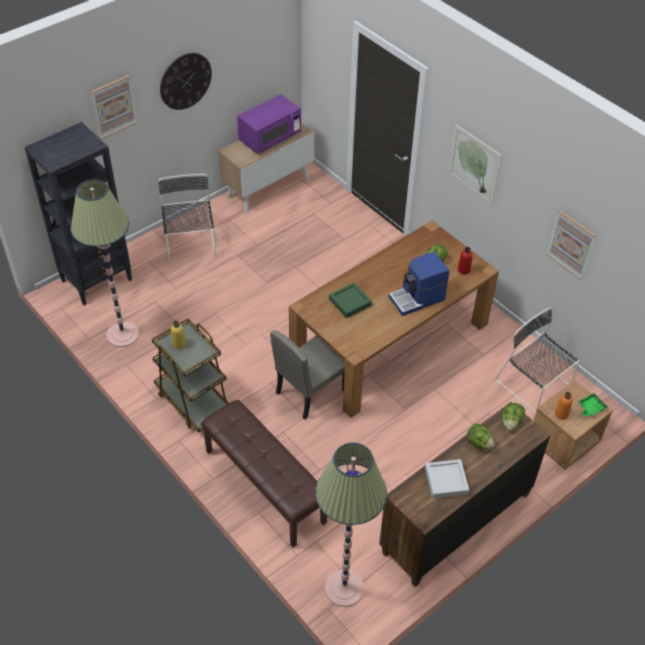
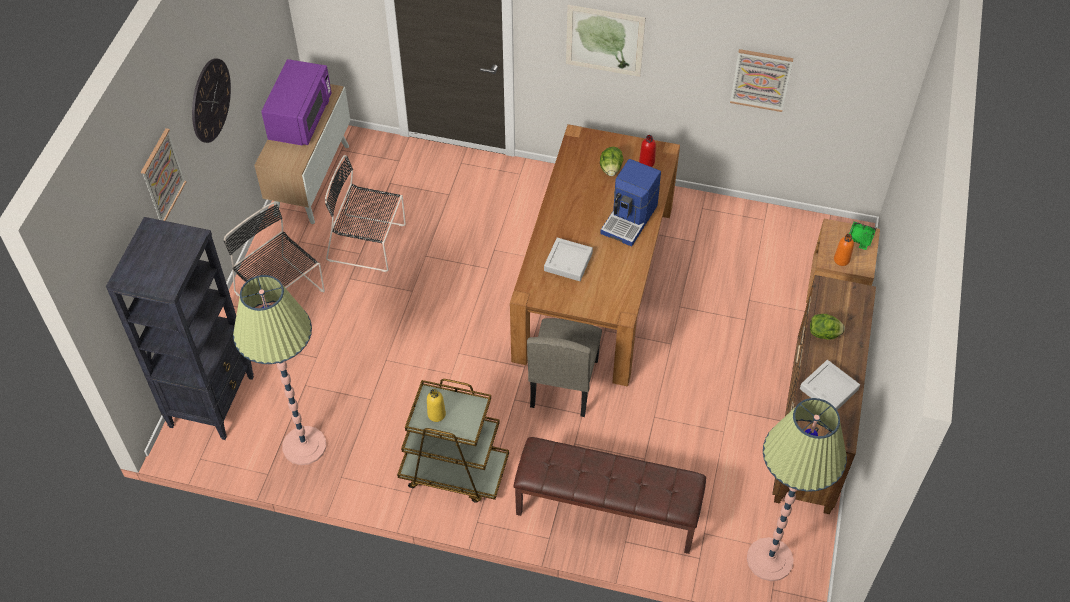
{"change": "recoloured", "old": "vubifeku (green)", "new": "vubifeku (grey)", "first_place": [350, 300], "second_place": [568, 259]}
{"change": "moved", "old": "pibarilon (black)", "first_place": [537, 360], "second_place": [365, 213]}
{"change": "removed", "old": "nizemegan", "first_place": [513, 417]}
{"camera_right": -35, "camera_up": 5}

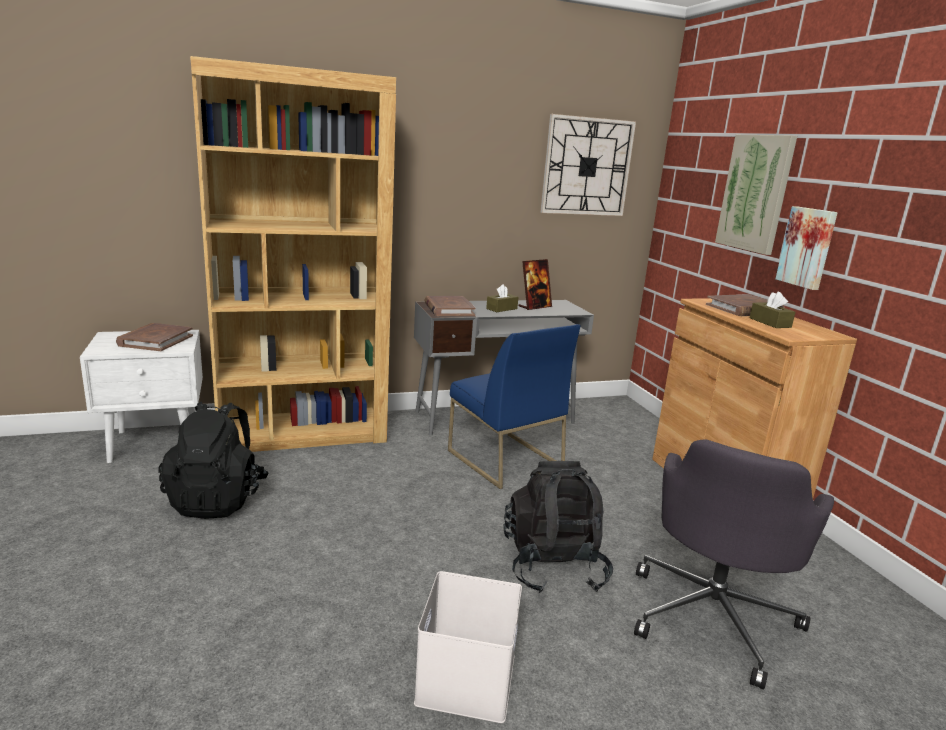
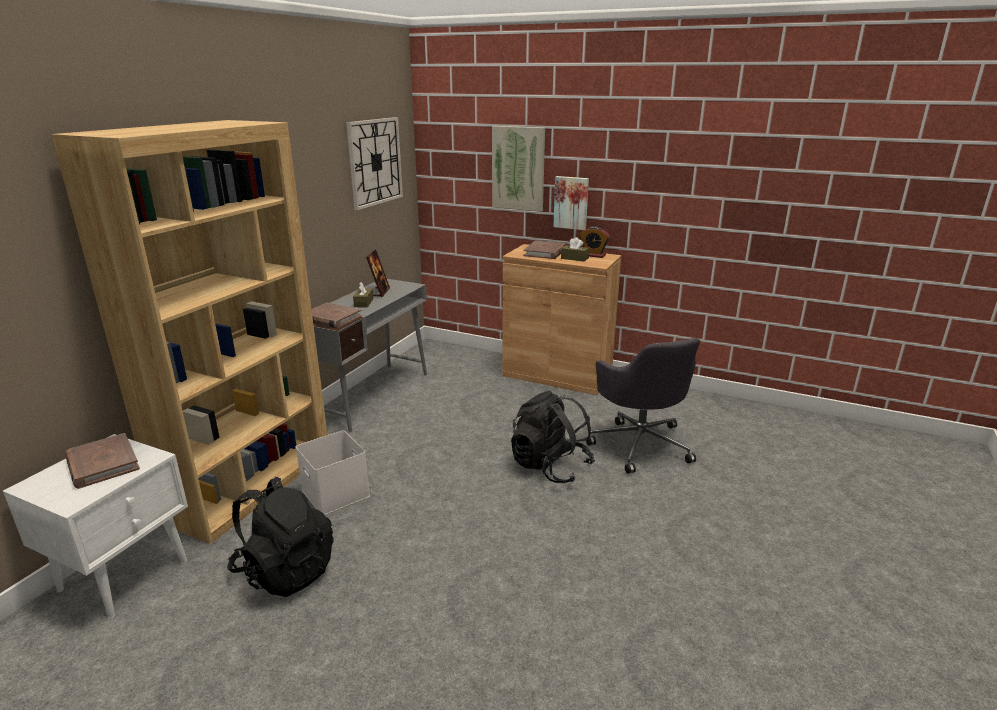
{"change": "removed", "old": "pibarilon (blue)", "first_place": [514, 406]}
{"change": "moved", "old": "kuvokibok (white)", "first_place": [468, 647], "second_place": [333, 472]}
{"change": "added", "new": "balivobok", "second_place": [595, 242]}
{"camera_right": -45, "camera_up": 5}

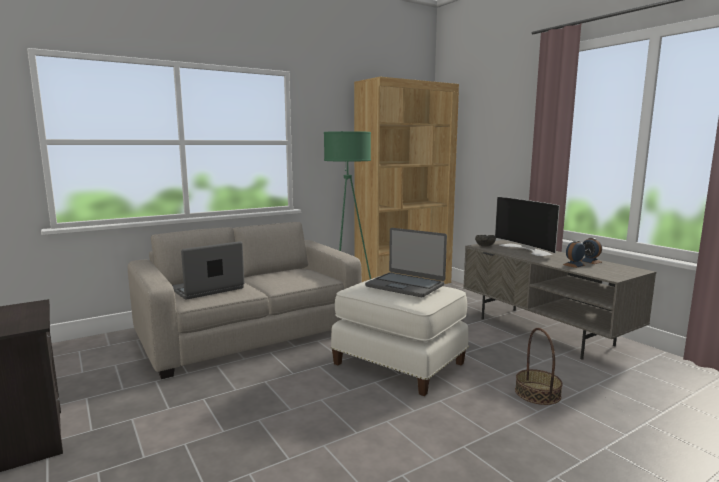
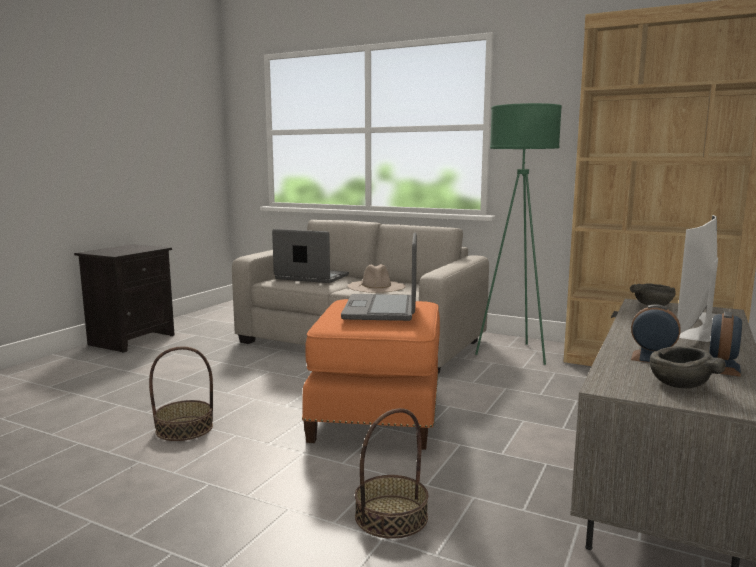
{"change": "recoloured", "old": "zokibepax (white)", "new": "zokibepax (orange)", "first_place": [400, 336], "second_place": [371, 374]}
{"change": "added", "new": "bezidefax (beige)", "second_place": [376, 278]}
{"change": "added", "new": "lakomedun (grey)", "second_place": [688, 367]}
{"change": "added", "new": "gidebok", "second_place": [181, 394]}
{"camera_right": 60, "camera_up": 0}

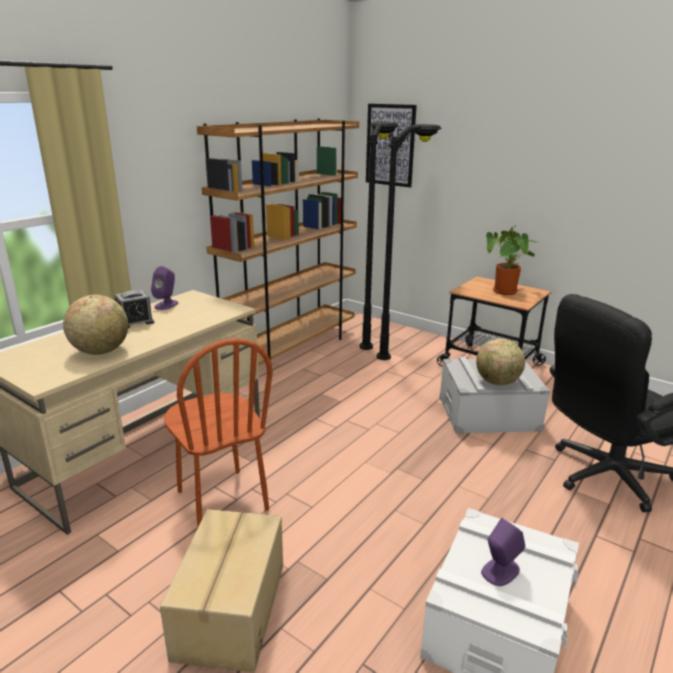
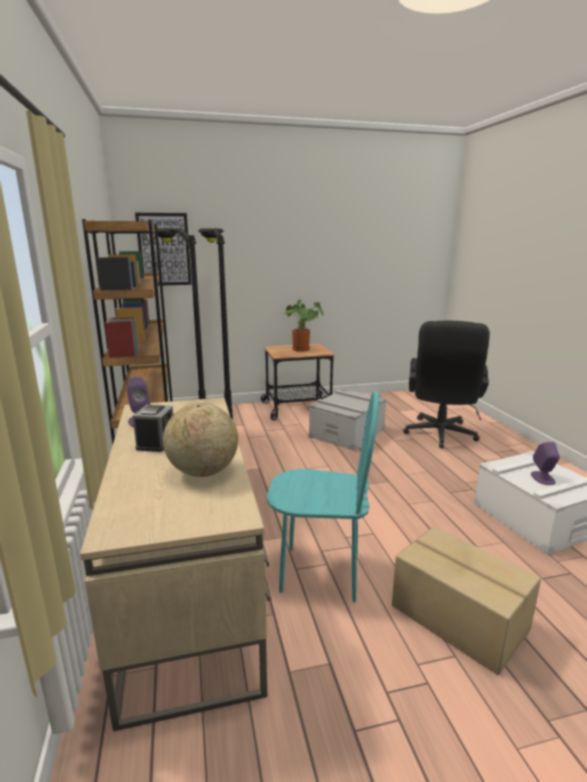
{"change": "recoloured", "old": "pibarilon (brown)", "new": "pibarilon (turquoise)", "first_place": [218, 432], "second_place": [323, 496]}
{"change": "removed", "old": "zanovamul", "first_place": [500, 362]}
{"camera_right": -50, "camera_up": -5}

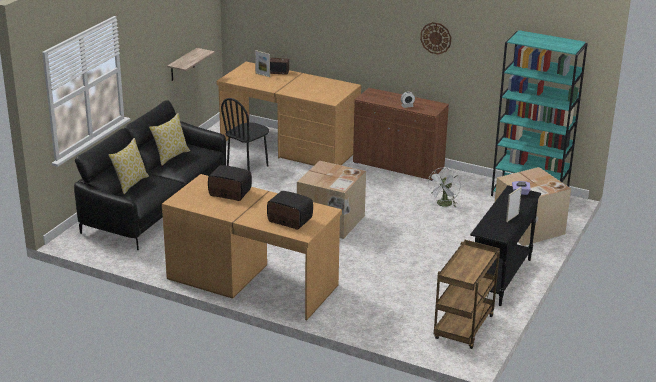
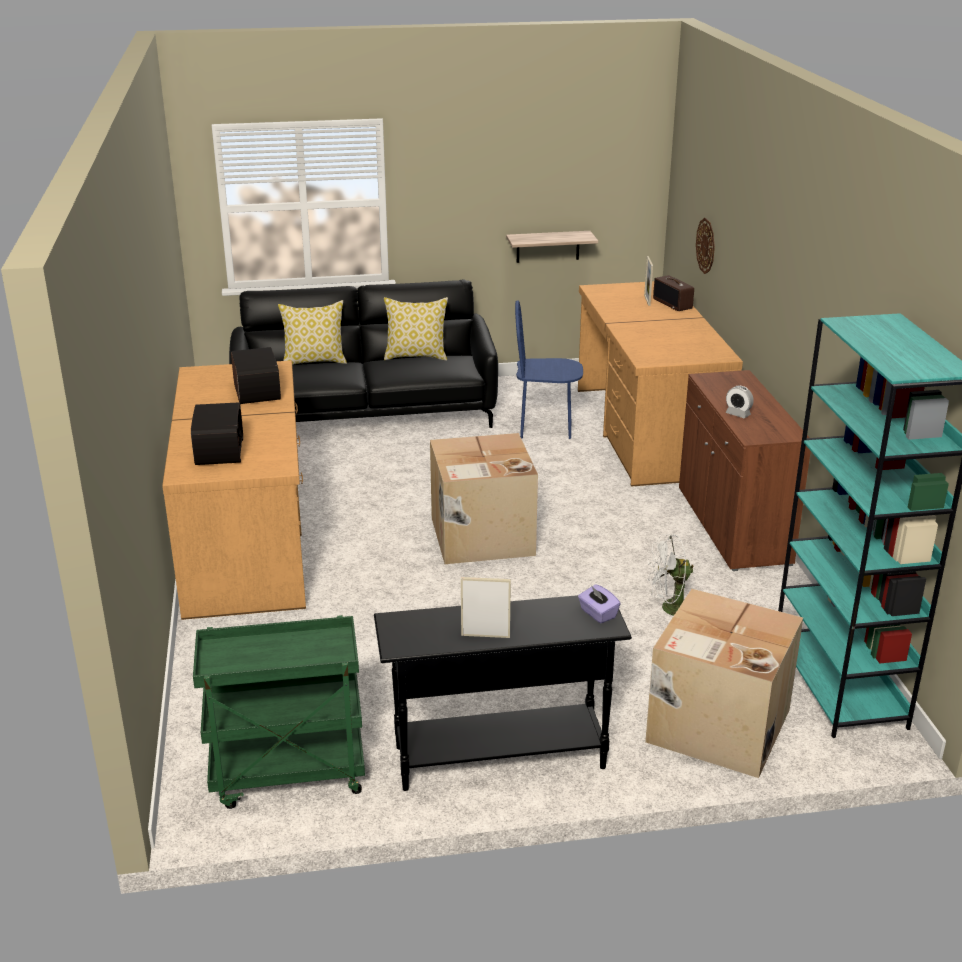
{"change": "moved", "old": "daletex", "first_place": [435, 38], "second_place": [705, 246]}
{"change": "recoloured", "old": "pibarilon (black)", "new": "pibarilon (blue)", "first_place": [245, 134], "second_place": [549, 369]}
{"change": "recoloured", "old": "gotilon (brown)", "new": "gotilon (green)", "first_place": [467, 294], "second_place": [279, 712]}
{"camera_right": 55, "camera_up": 0}

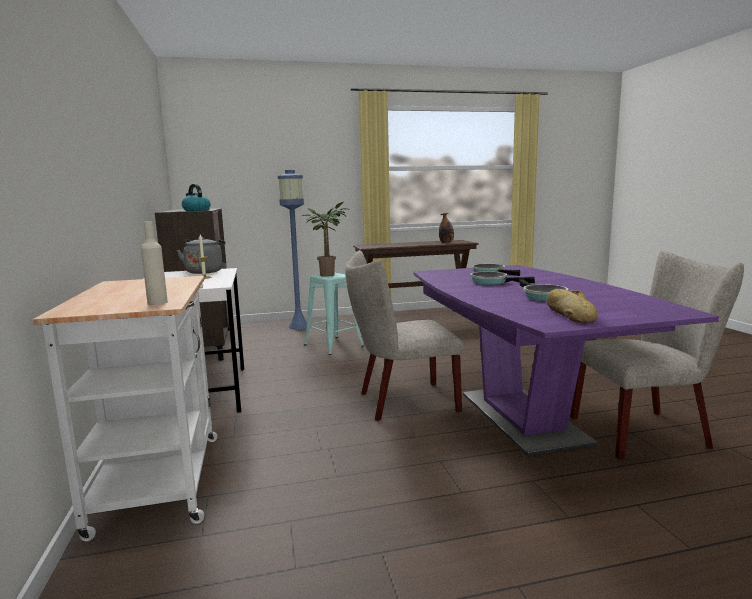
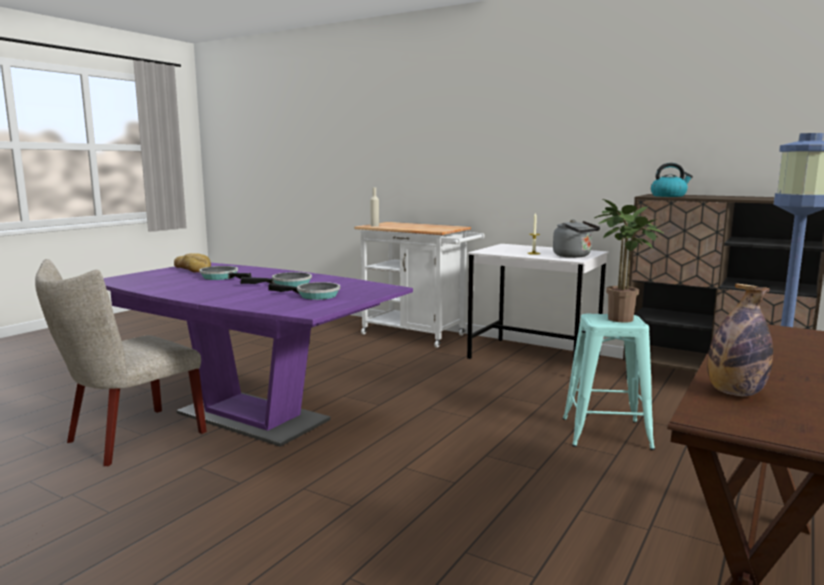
{"change": "removed", "old": "pibarilon (beige)", "first_place": [404, 335]}
{"camera_right": 135, "camera_up": 0}

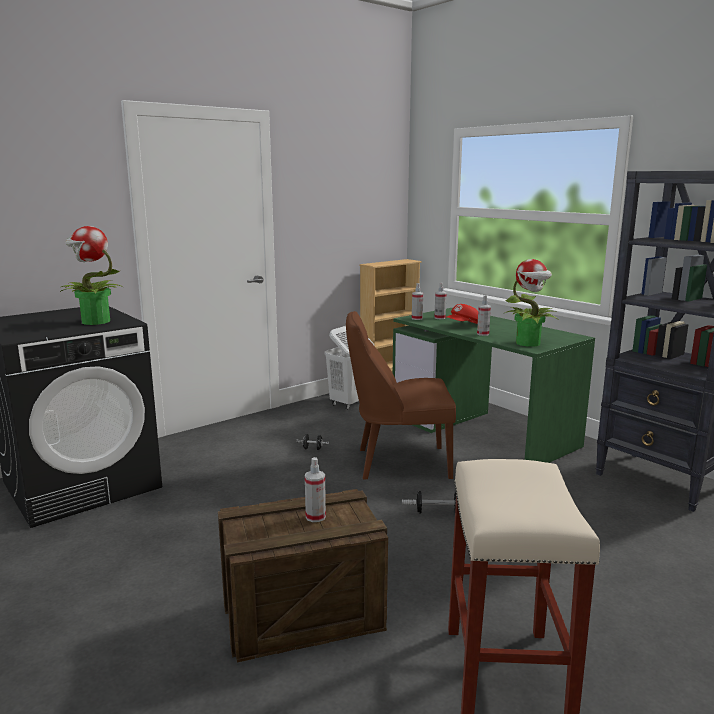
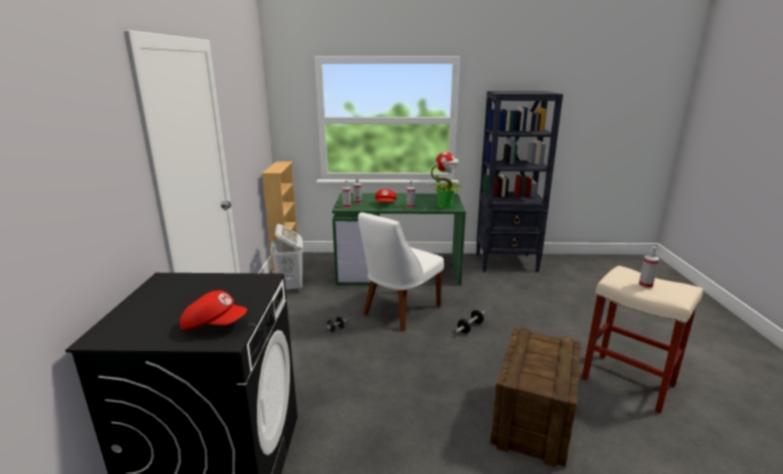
{"change": "removed", "old": "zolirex", "first_place": [91, 275]}
{"change": "recoloured", "old": "pibarilon (brown)", "new": "pibarilon (white)", "first_place": [401, 395], "second_place": [401, 271]}
{"change": "moved", "old": "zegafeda", "first_place": [315, 489], "second_place": [649, 267]}
{"change": "added", "new": "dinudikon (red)", "second_place": [213, 310]}
{"camera_right": -50, "camera_up": 5}

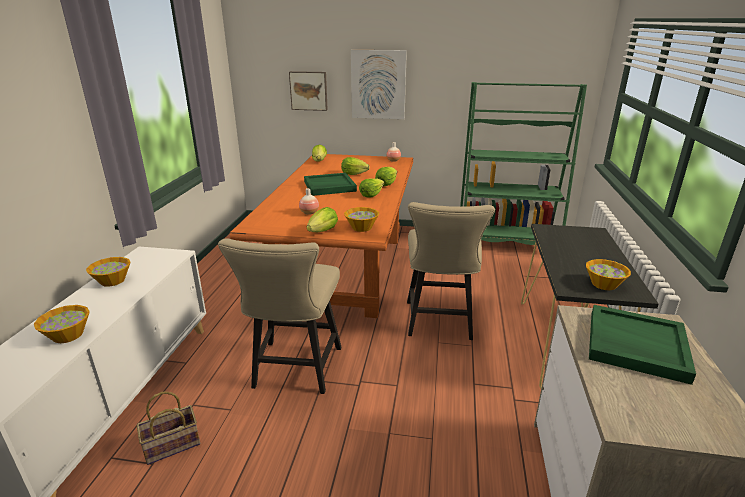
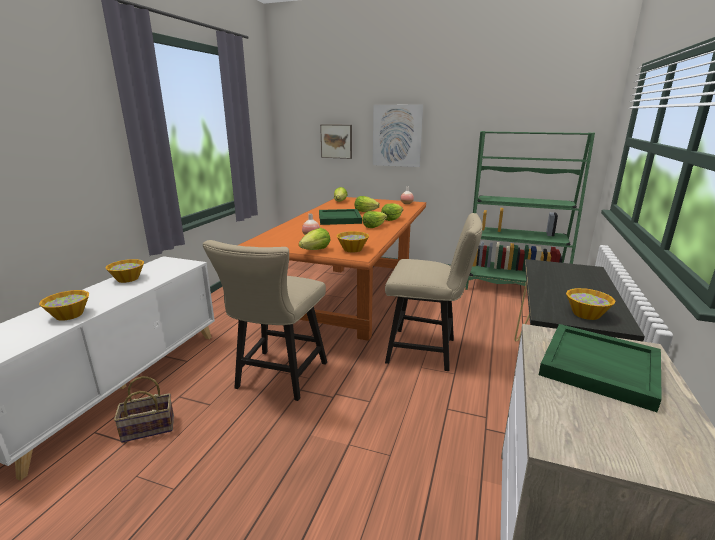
{"change": "turned", "old": "pibarilon (beige)", "first_place": [451, 271], "second_place": [433, 292], "degrees": -90}
{"camera_right": 10, "camera_up": -5}

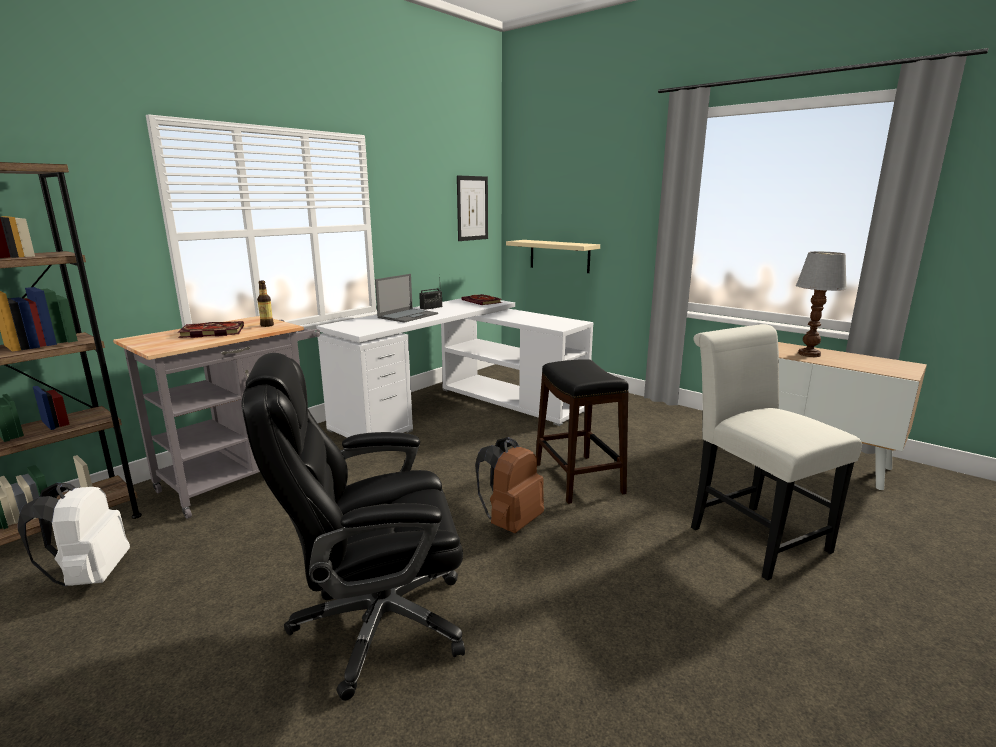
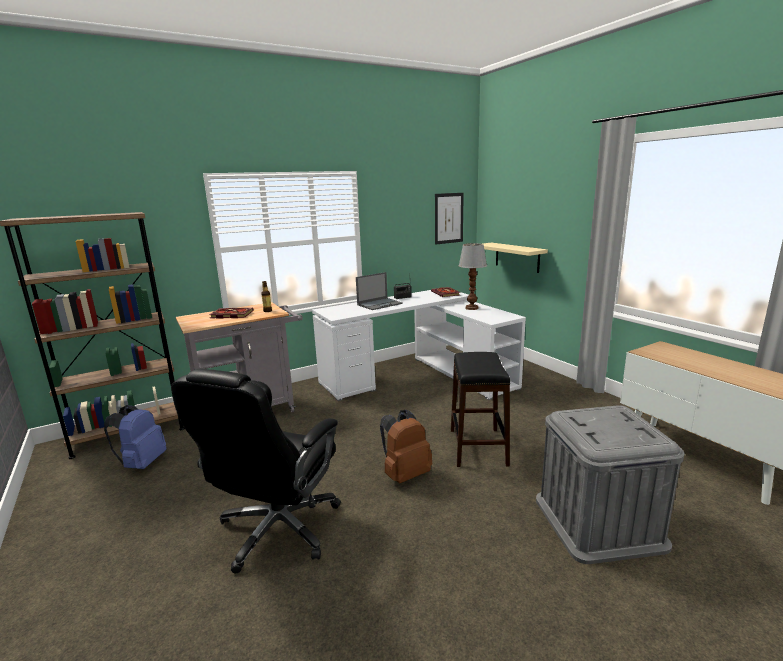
{"change": "moved", "old": "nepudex", "first_place": [821, 304], "second_place": [473, 276]}
{"change": "replaced", "old": "pibarilon (white)", "new": "kuvokibok (grey)", "first_place": [776, 452], "second_place": [610, 485]}
{"change": "turned", "old": "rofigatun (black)", "first_place": [353, 527], "second_place": [256, 471], "degrees": -75}
{"change": "recoloured", "old": "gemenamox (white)", "new": "gemenamox (blue)", "first_place": [74, 534], "second_place": [135, 437]}
{"camera_right": 20, "camera_up": 0}

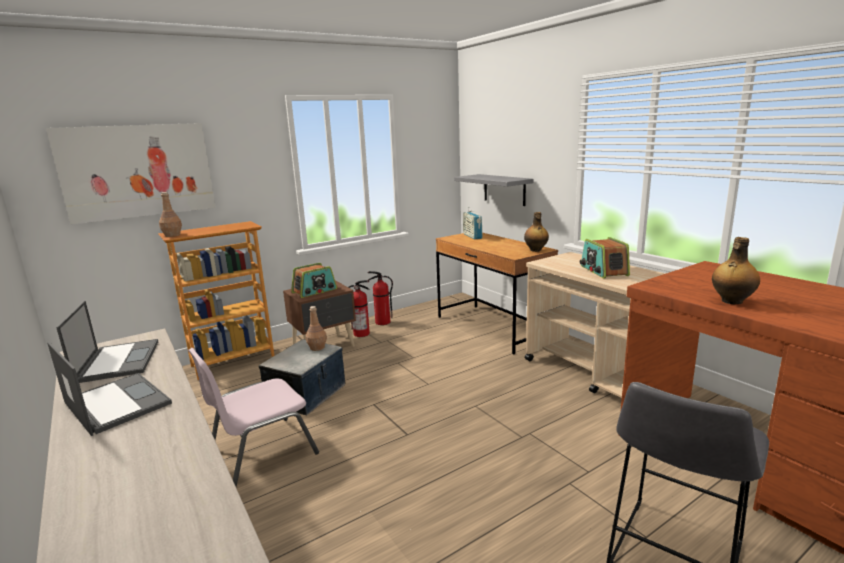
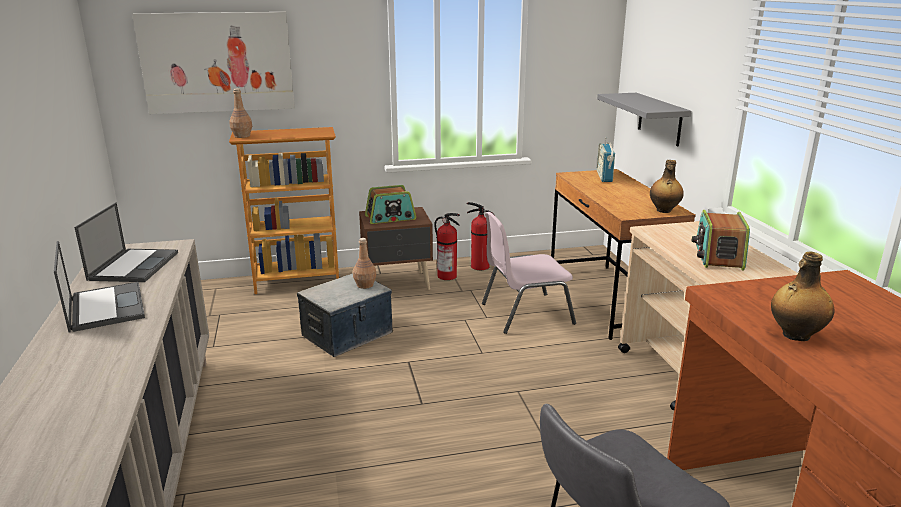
{"change": "moved", "old": "pibarilon (pink)", "first_place": [253, 417], "second_place": [529, 273]}
{"camera_right": 20, "camera_up": 5}

